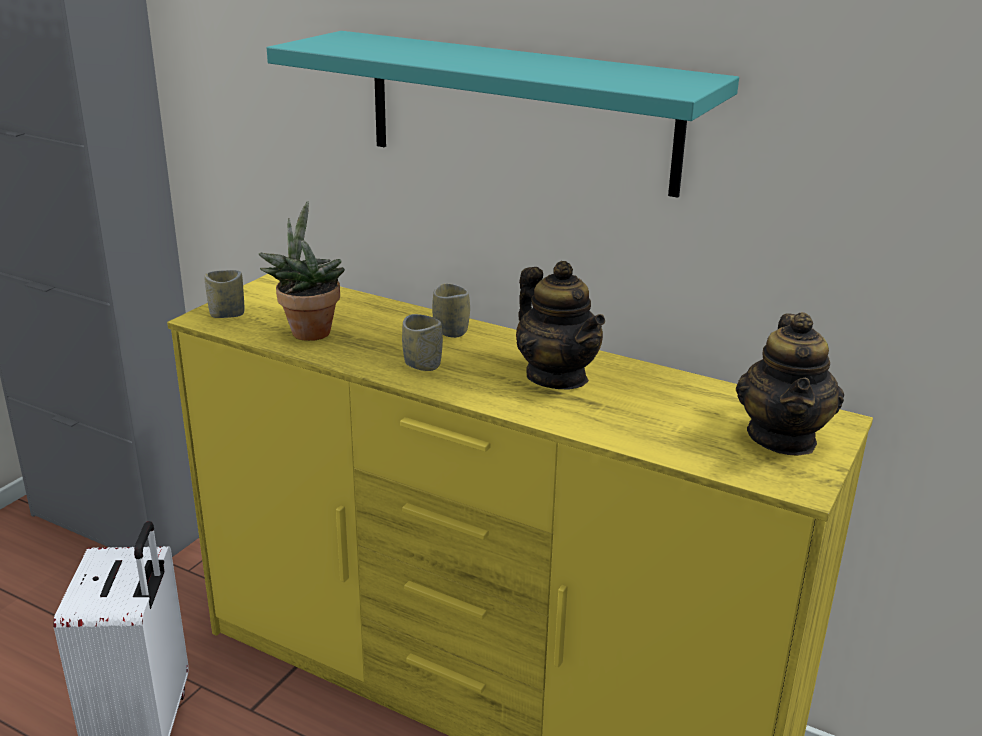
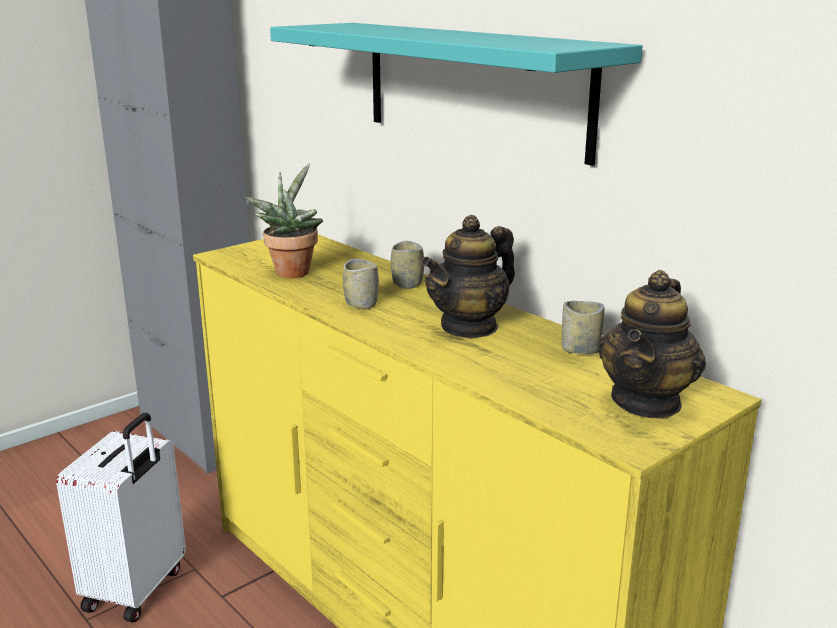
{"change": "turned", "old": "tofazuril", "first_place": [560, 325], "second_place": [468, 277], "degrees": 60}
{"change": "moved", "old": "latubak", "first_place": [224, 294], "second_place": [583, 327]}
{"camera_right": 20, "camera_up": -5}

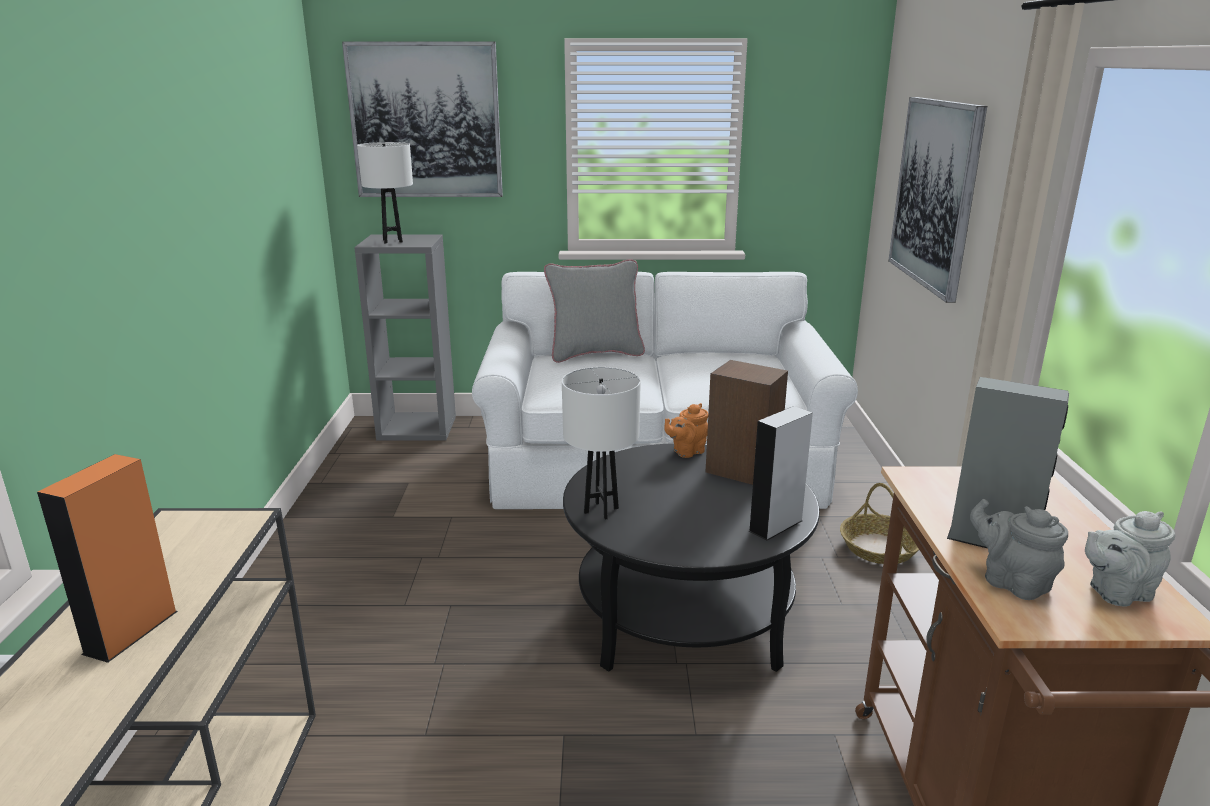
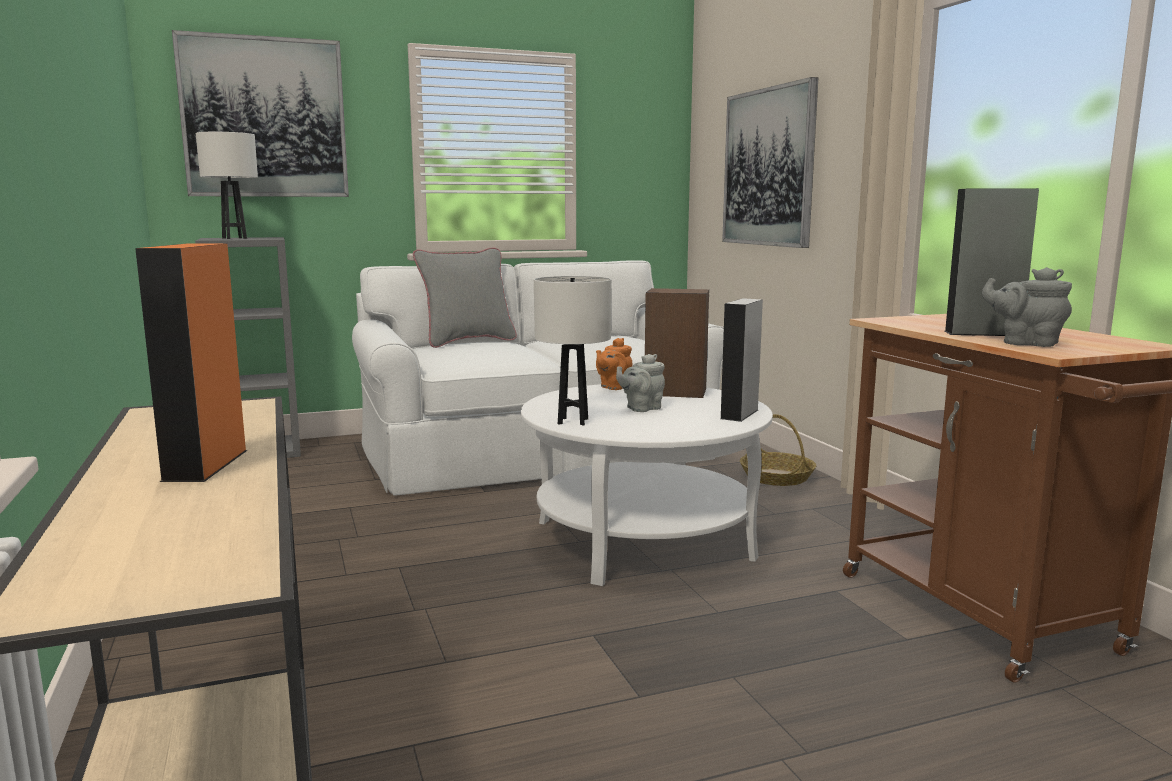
{"change": "recoloured", "old": "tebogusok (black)", "new": "tebogusok (white)", "first_place": [691, 557], "second_place": [647, 485]}
{"change": "moved", "old": "tofazuril (grey)", "first_place": [1130, 559], "second_place": [640, 383]}
{"camera_right": -20, "camera_up": -10}

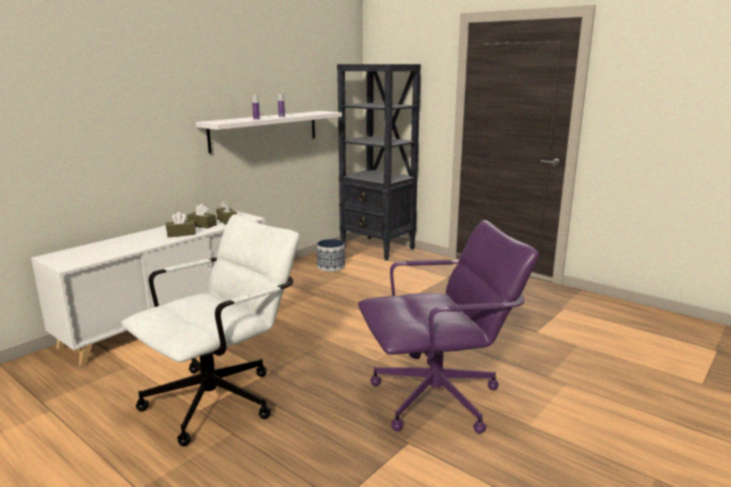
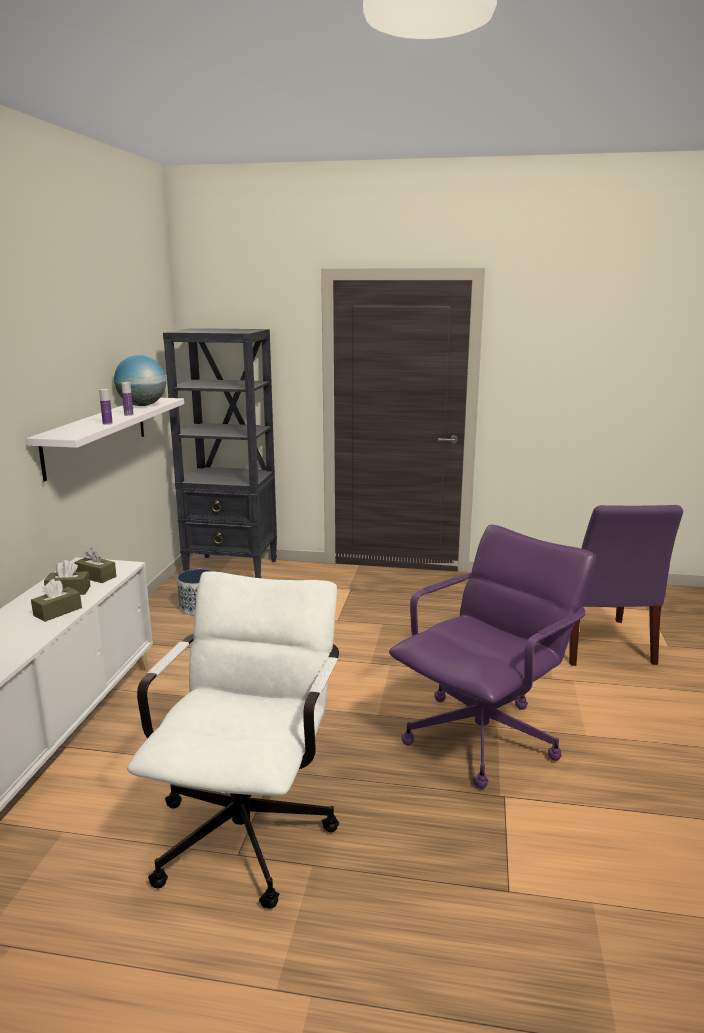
{"change": "added", "new": "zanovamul", "second_place": [140, 380]}
{"change": "added", "new": "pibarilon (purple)", "second_place": [626, 585]}
{"camera_right": -30, "camera_up": 0}

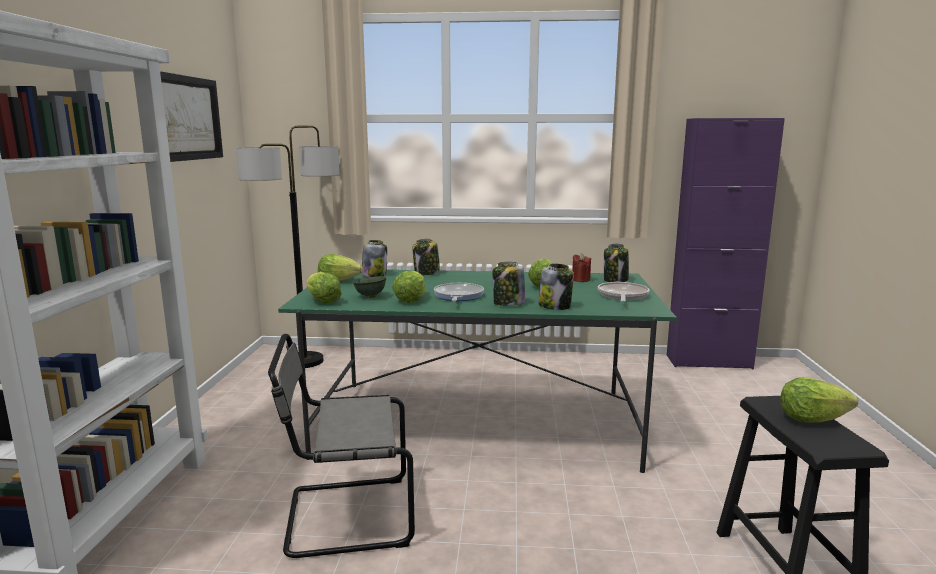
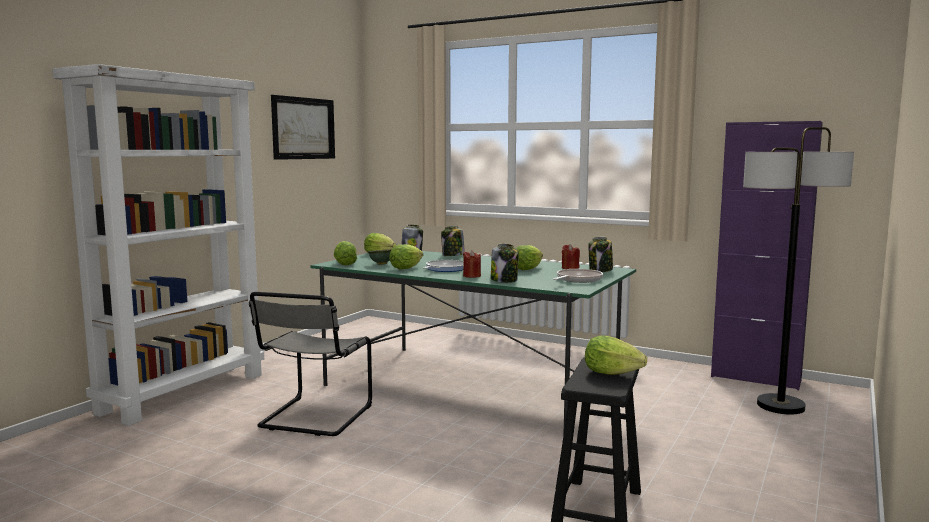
{"change": "moved", "old": "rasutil", "first_place": [288, 247], "second_place": [798, 271]}
{"change": "replaced", "old": "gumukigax", "new": "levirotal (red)", "first_place": [509, 284], "second_place": [472, 264]}
{"change": "turned", "old": "pibarilon (grey)", "first_place": [341, 446], "second_place": [310, 364], "degrees": -90}
{"camera_right": 25, "camera_up": -5}

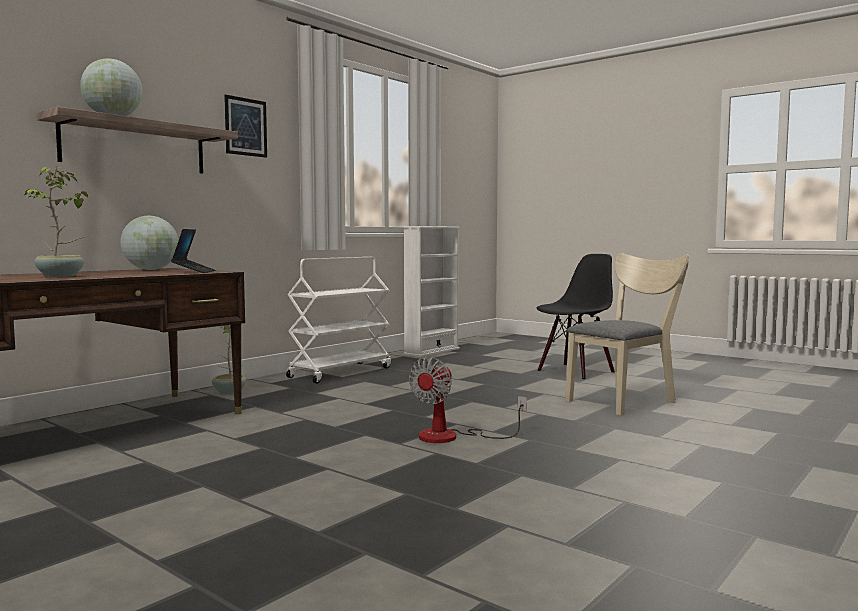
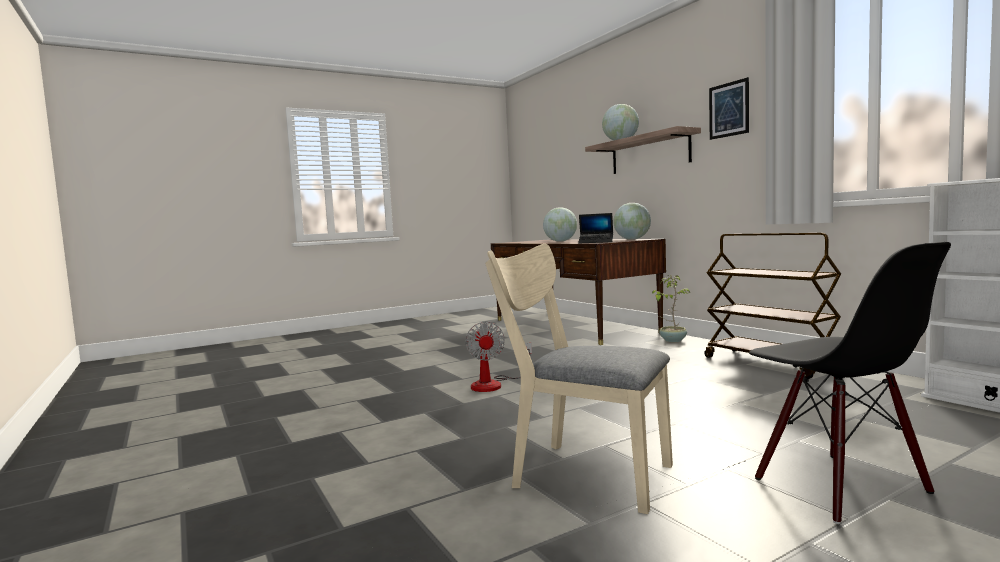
{"change": "replaced", "old": "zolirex", "new": "zanovamul", "first_place": [56, 222], "second_place": [560, 224]}
{"change": "turned", "old": "pibarilon (beige)", "first_place": [627, 334], "second_place": [579, 379], "degrees": 135}
{"change": "recoloured", "old": "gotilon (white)", "new": "gotilon (brown)", "first_place": [338, 320], "second_place": [772, 306]}
{"change": "turned", "old": "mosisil", "first_place": [468, 399], "second_place": [498, 357], "degrees": -150}
{"camera_right": 110, "camera_up": 0}

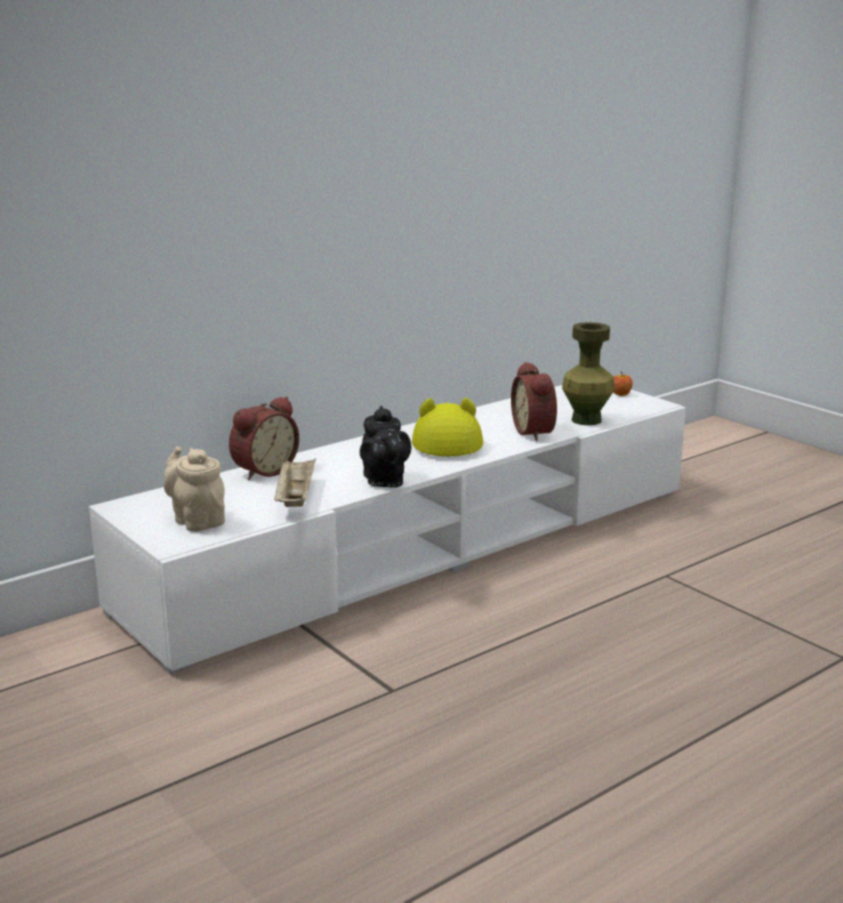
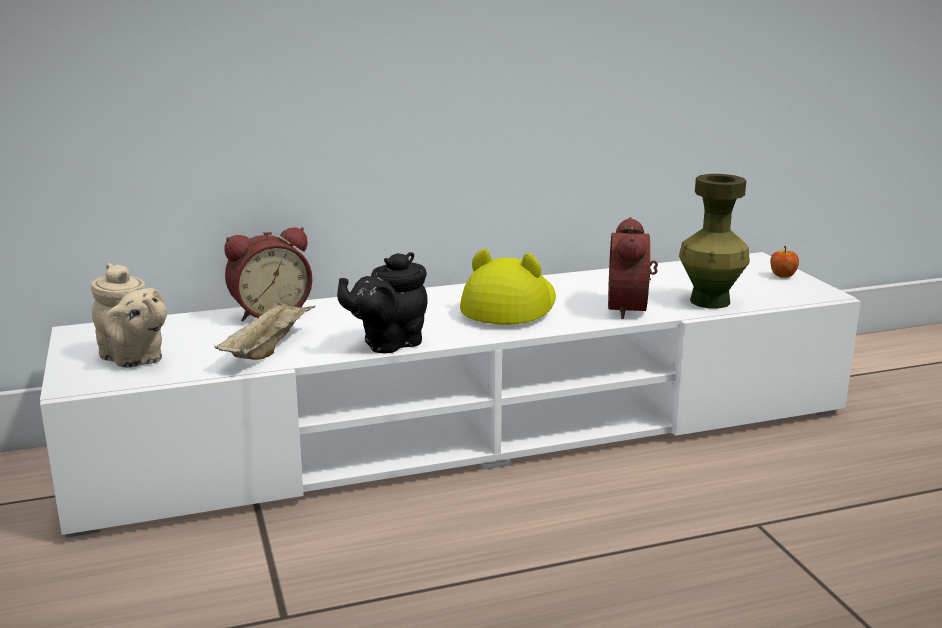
{"change": "turned", "old": "tofazuril (black)", "first_place": [385, 447], "second_place": [382, 302], "degrees": 45}
{"change": "turned", "old": "tofazuril (beige)", "first_place": [194, 489], "second_place": [129, 315], "degrees": 150}
{"camera_right": 20, "camera_up": 0}

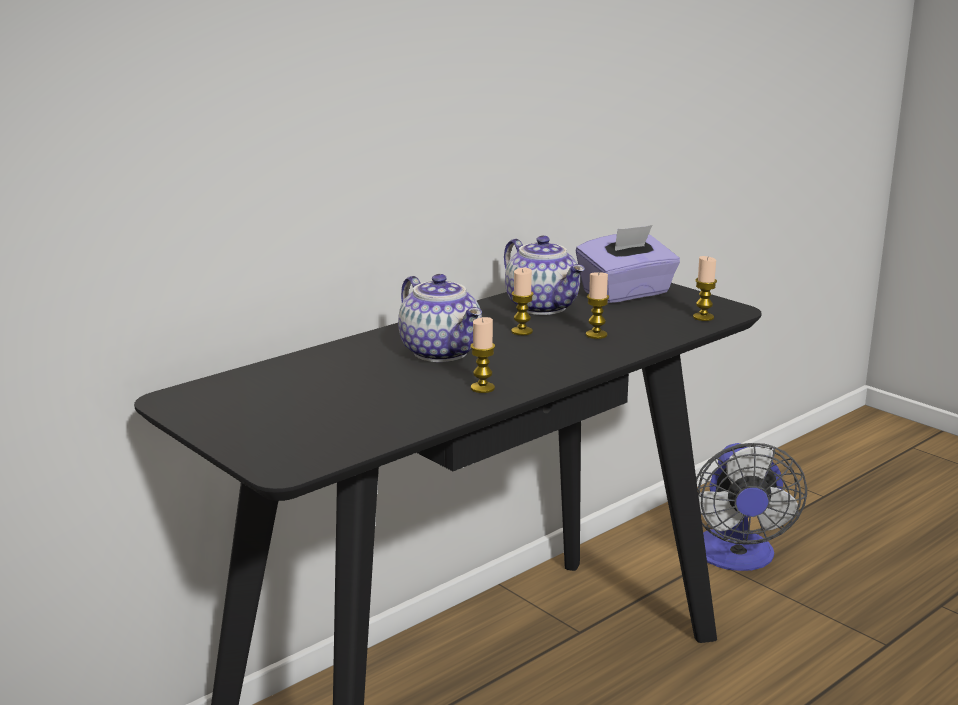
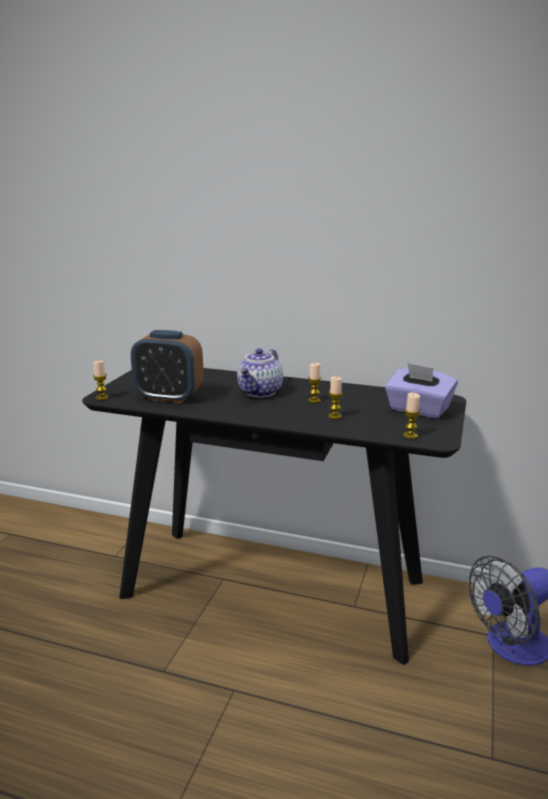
{"change": "removed", "old": "tofazuril", "first_place": [544, 275]}
{"change": "moved", "old": "levirotal", "first_place": [482, 355], "second_place": [101, 380]}
{"change": "added", "new": "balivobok", "second_place": [167, 366]}
{"camera_right": 60, "camera_up": 0}

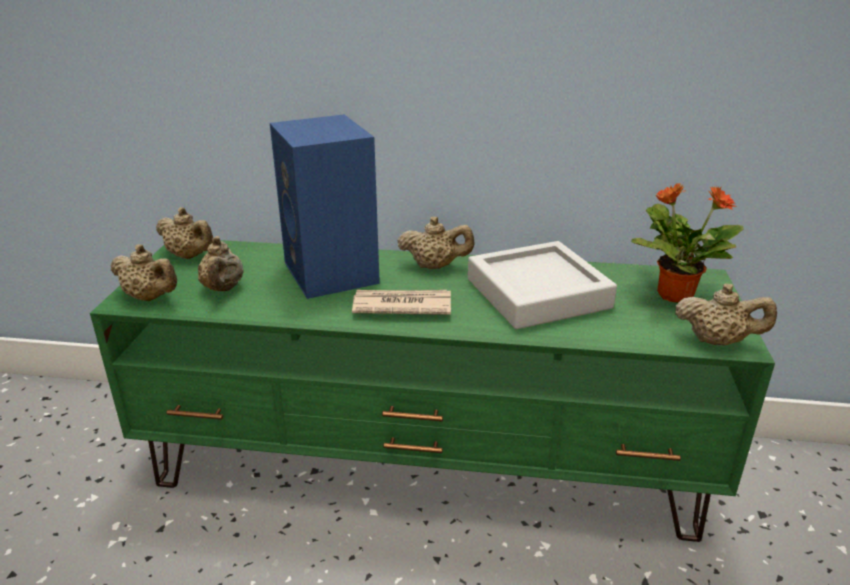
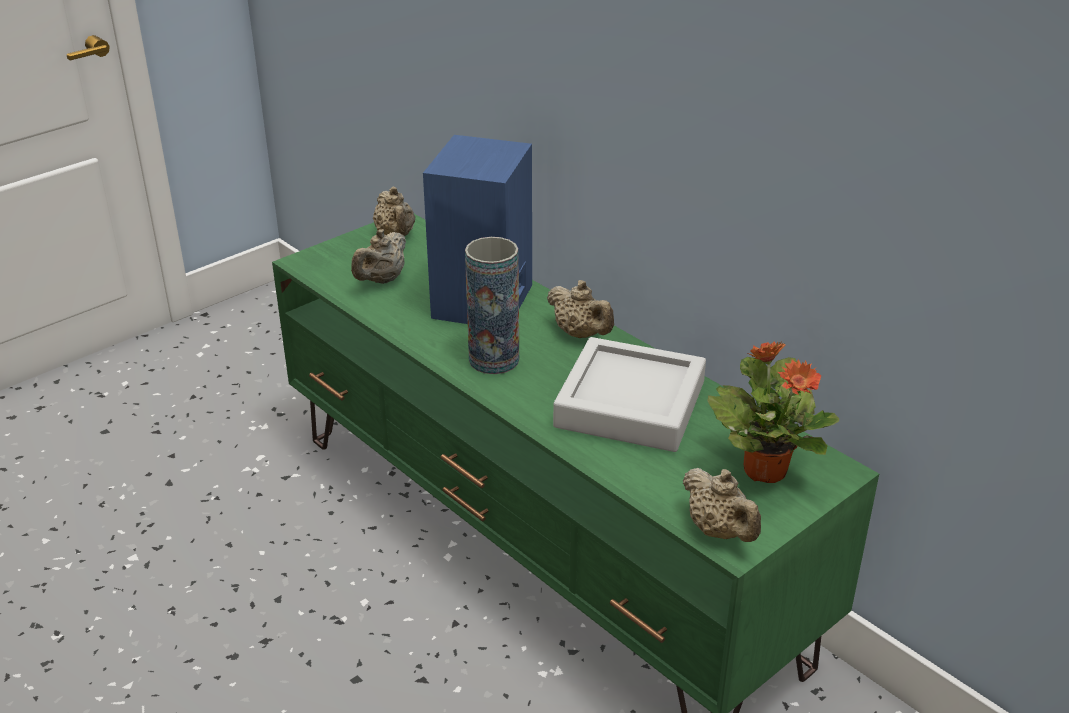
{"change": "removed", "old": "tofazuril (beige)", "first_place": [143, 272]}
{"change": "replaced", "old": "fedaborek", "new": "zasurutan", "first_place": [401, 302], "second_place": [492, 305]}
{"camera_right": 40, "camera_up": 5}

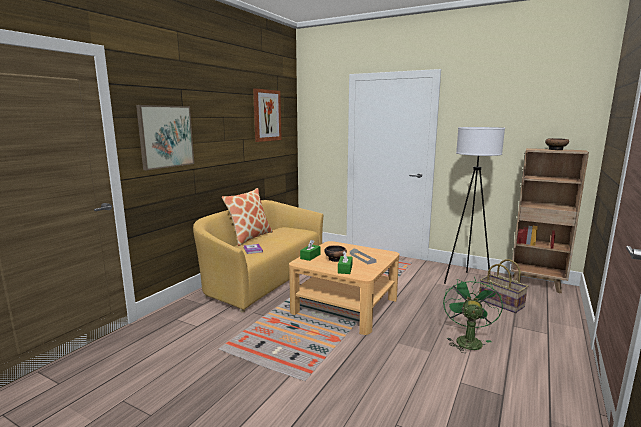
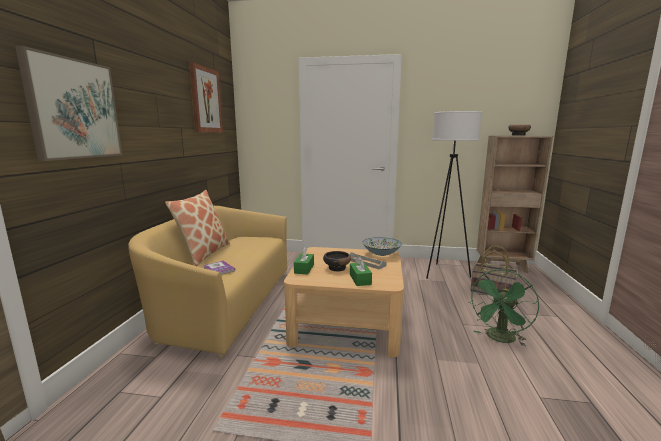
{"change": "turned", "old": "mosisil (green)", "first_place": [473, 315], "second_place": [504, 307], "degrees": -135}
{"change": "added", "new": "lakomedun", "second_place": [382, 246]}
{"camera_right": -20, "camera_up": 0}

